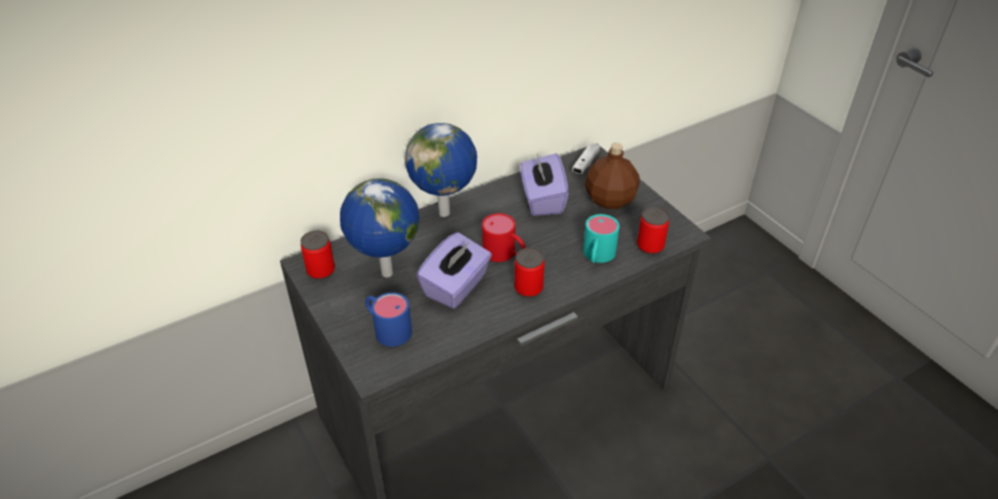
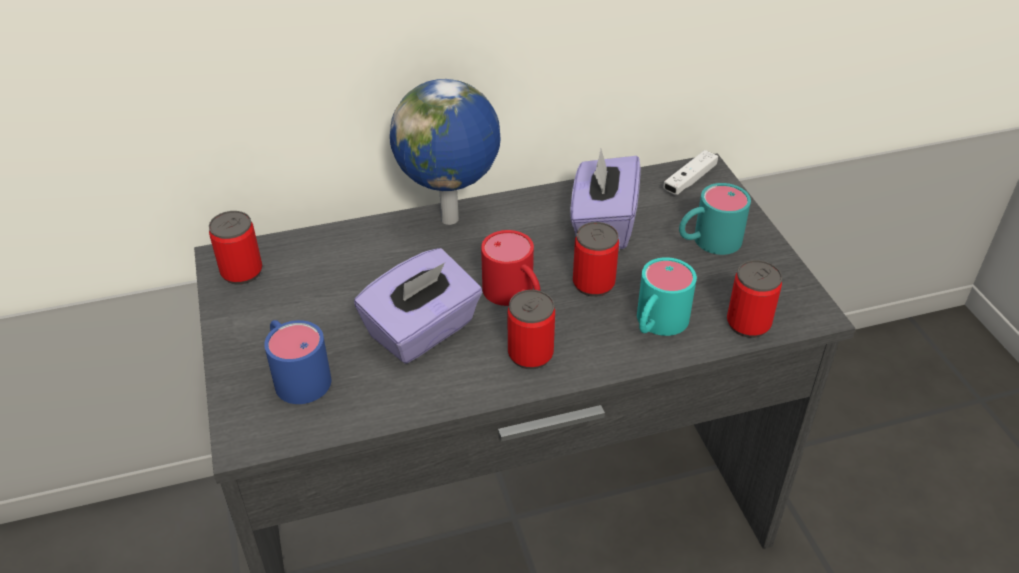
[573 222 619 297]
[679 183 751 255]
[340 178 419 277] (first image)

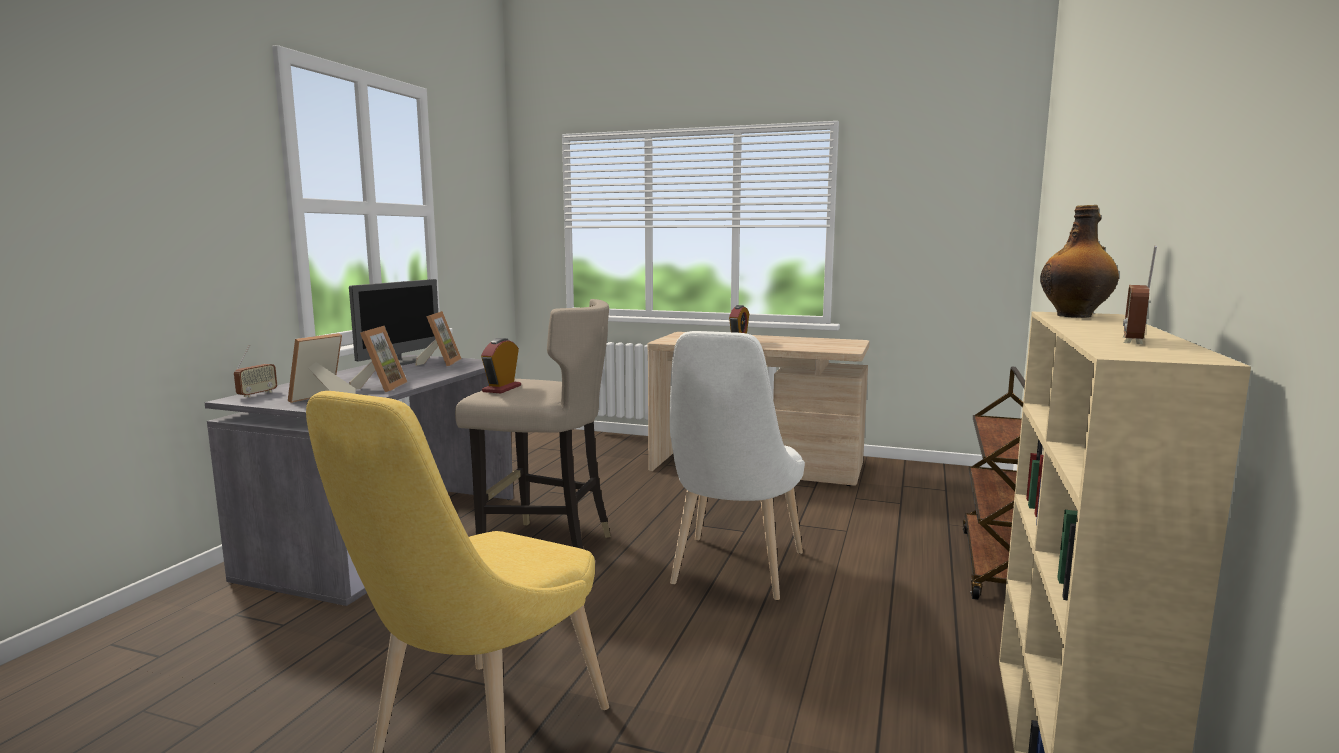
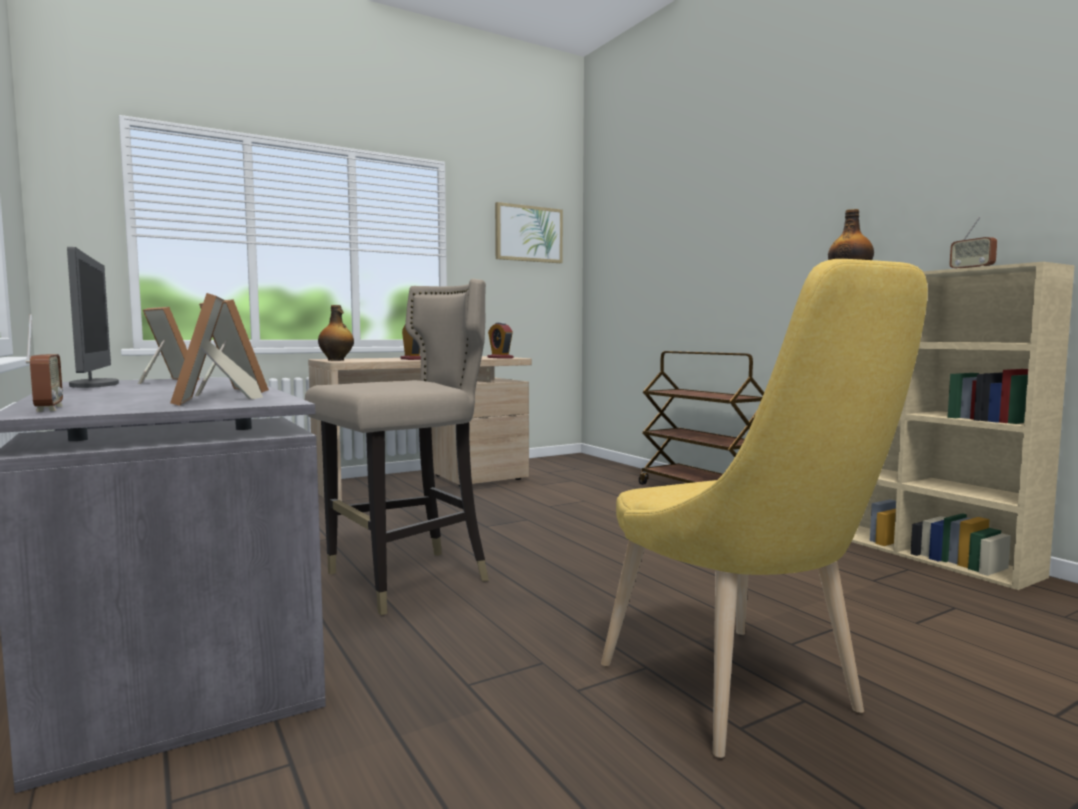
[318 305 354 361]
[487 322 514 359]
[495 202 563 263]
[670 331 805 600] (first image)

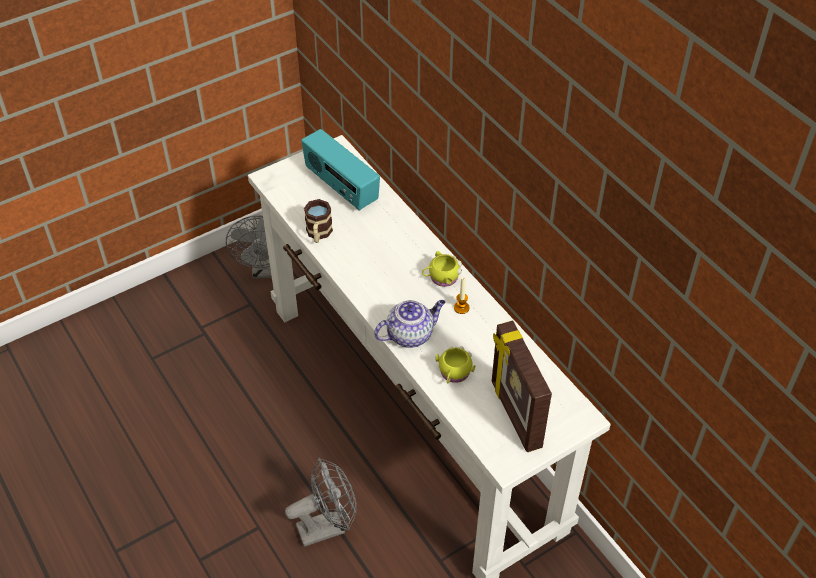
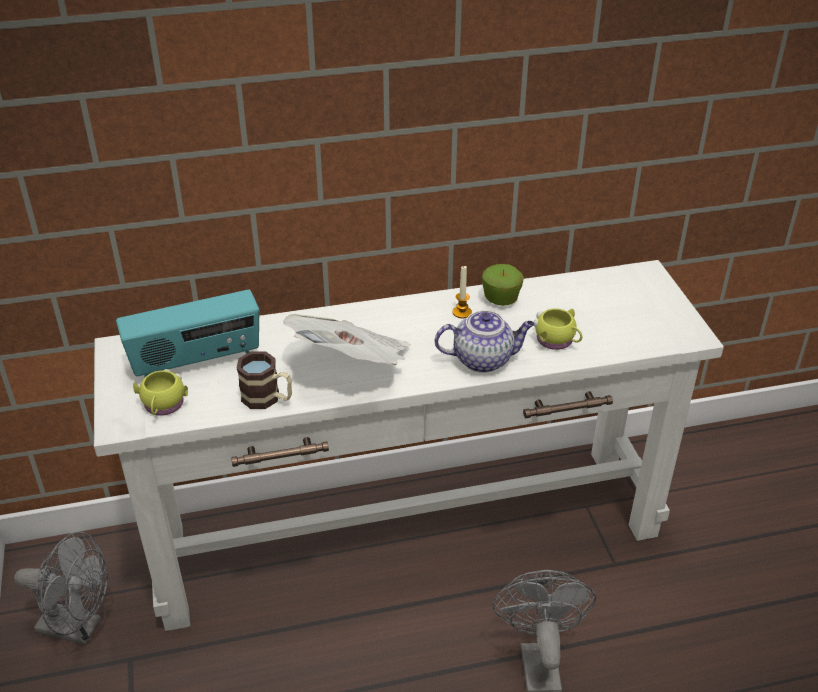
[133 369 188 416]
[283 314 411 365]
[435 311 535 373]
[482 264 524 306]
[492 320 552 452] (first image)

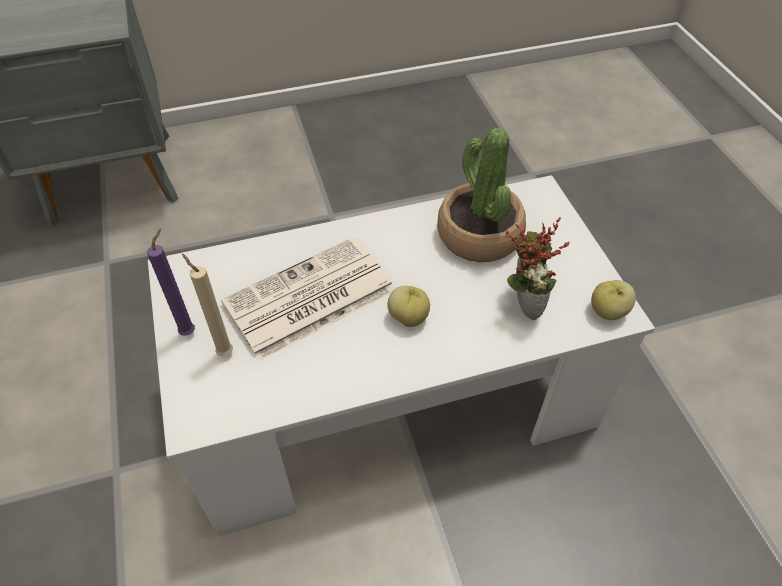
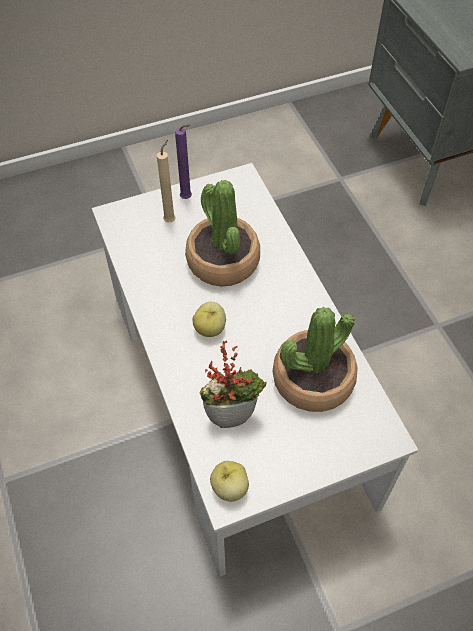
[185 180 260 287]

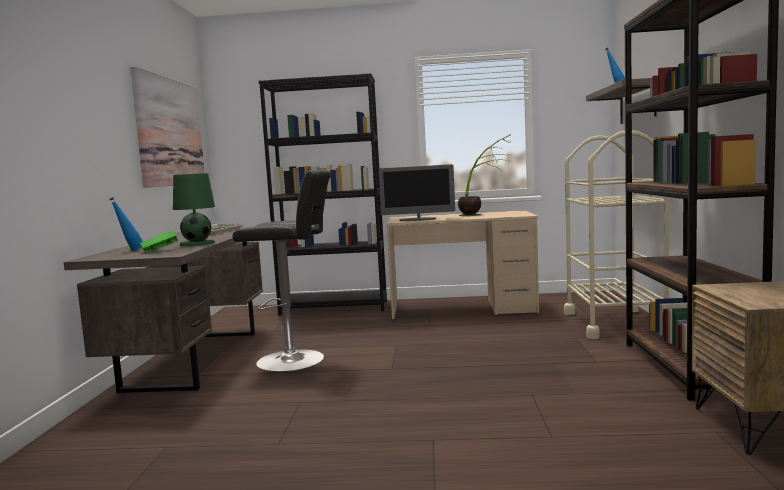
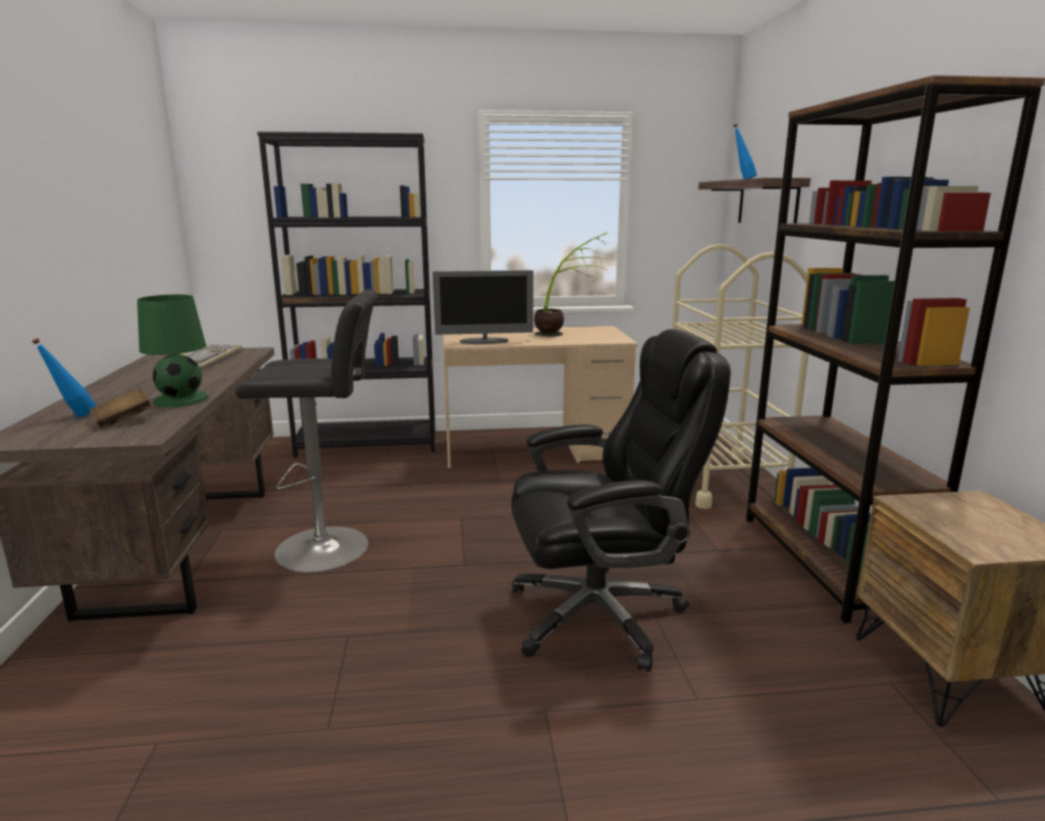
[89 388 153 429]
[511 329 731 672]
[130 66 205 188] (first image)

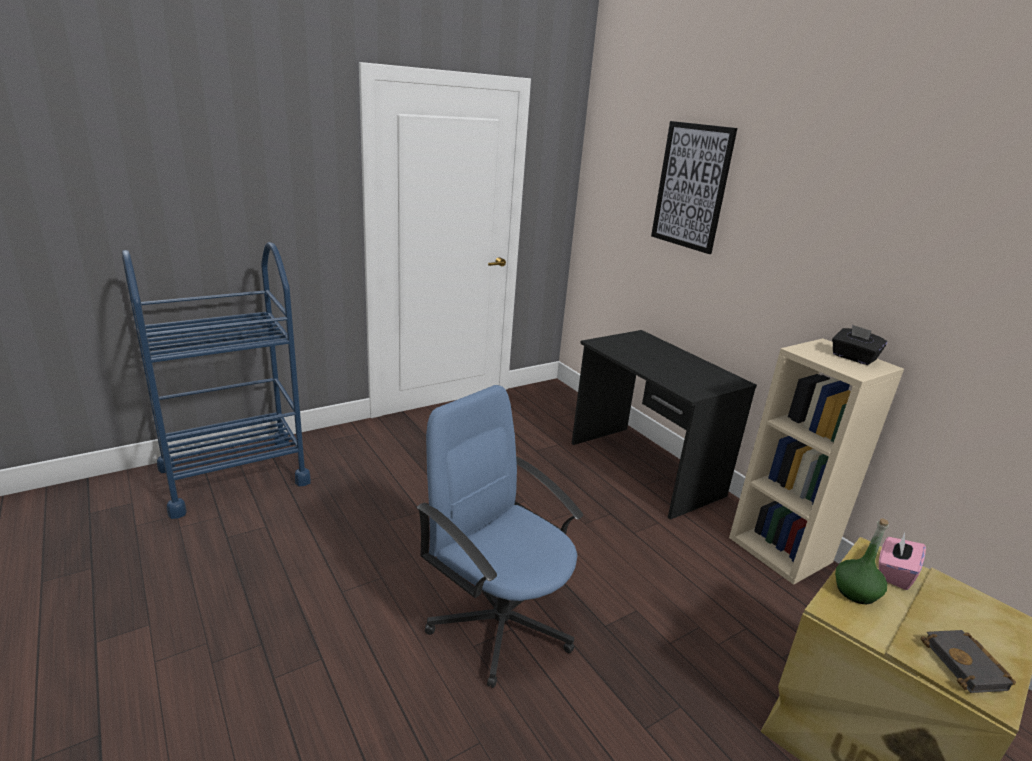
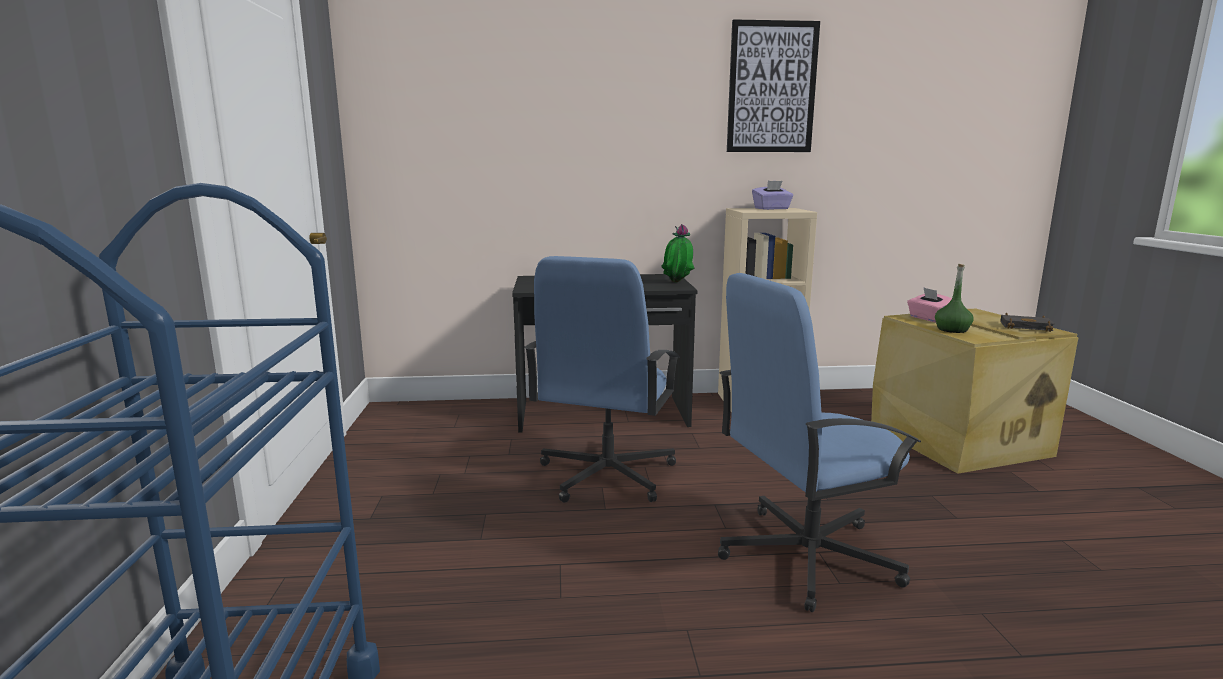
[524 256 680 503]
[661 224 694 282]
[727 19 820 152]
[752 181 793 210]

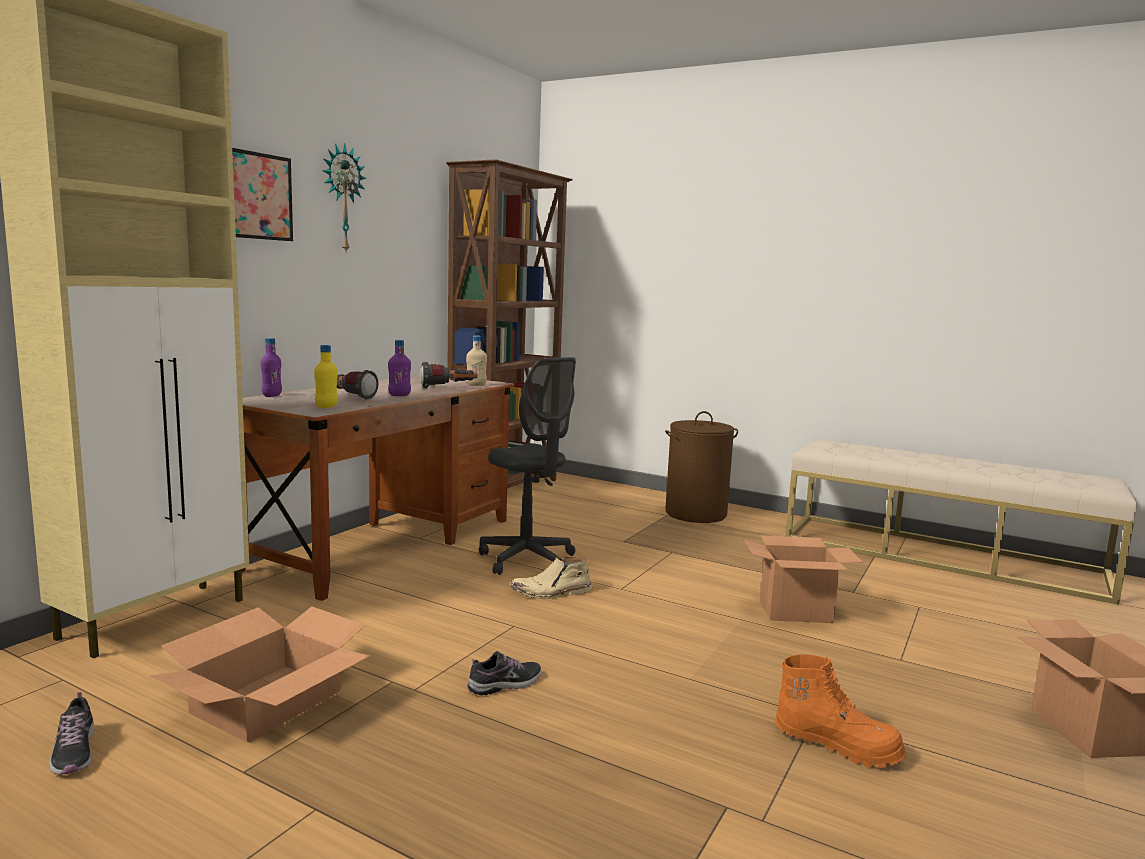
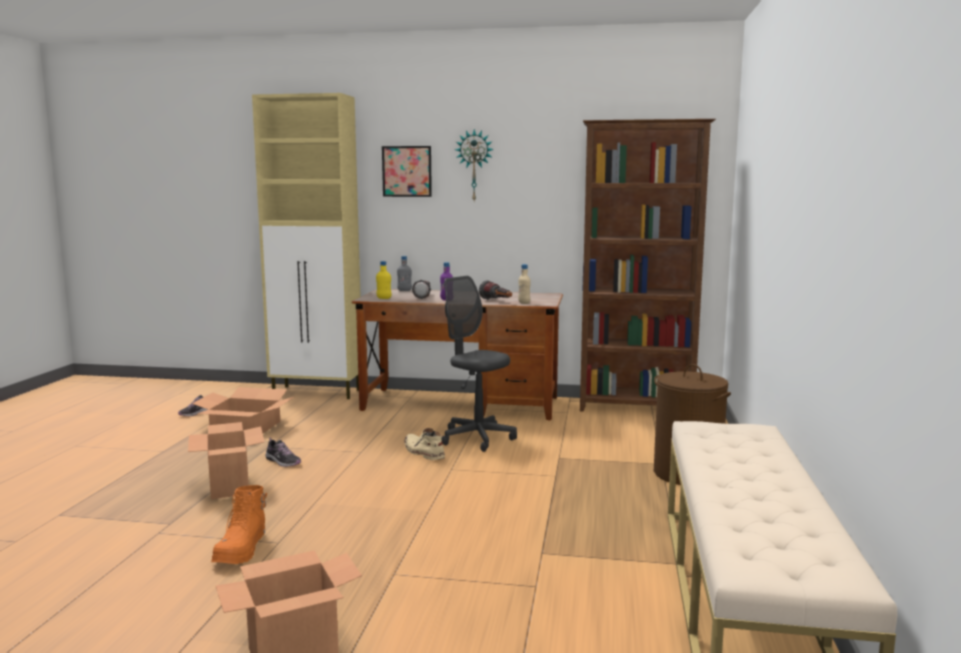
[188 422 264 499]
[397 256 412 291]
[442 276 517 452]

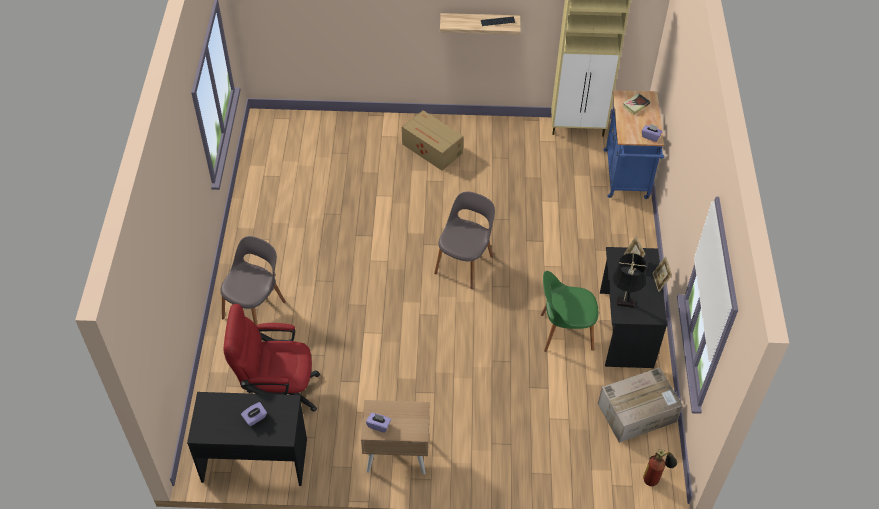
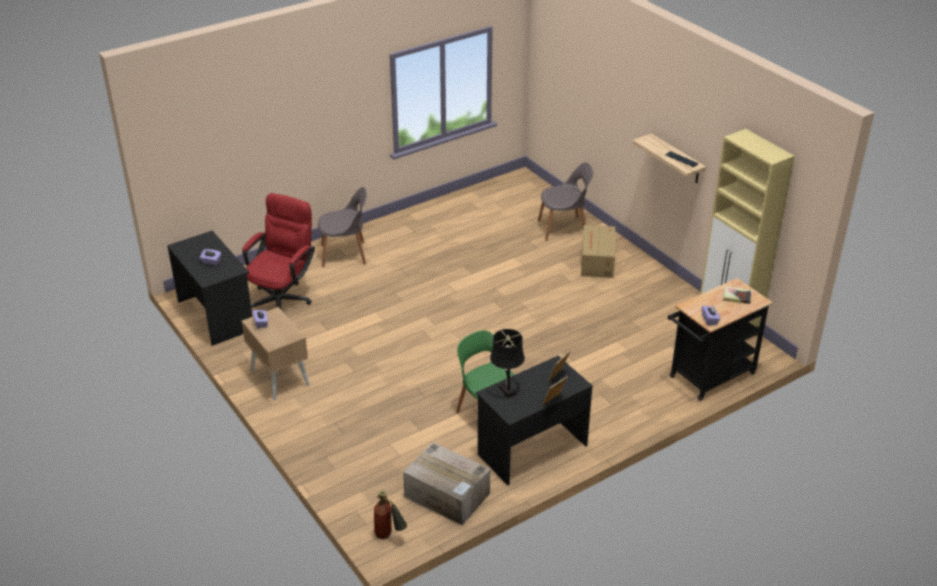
[242 193 315 309]
[538 162 593 241]
[668 278 773 401]

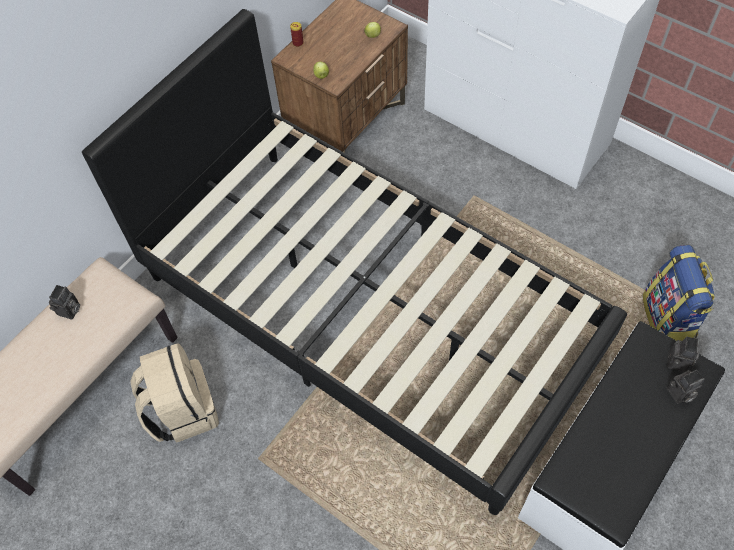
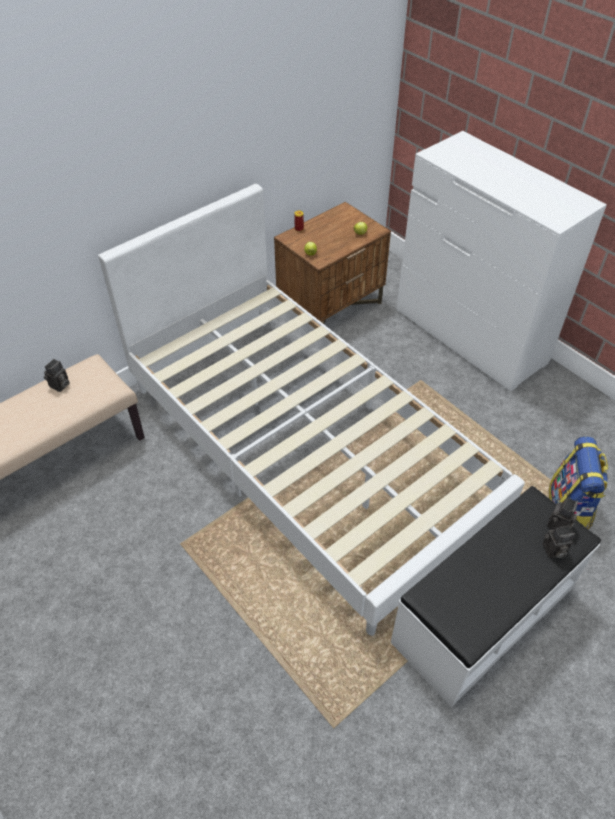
[98 184 525 636]
[130 343 219 443] (first image)

